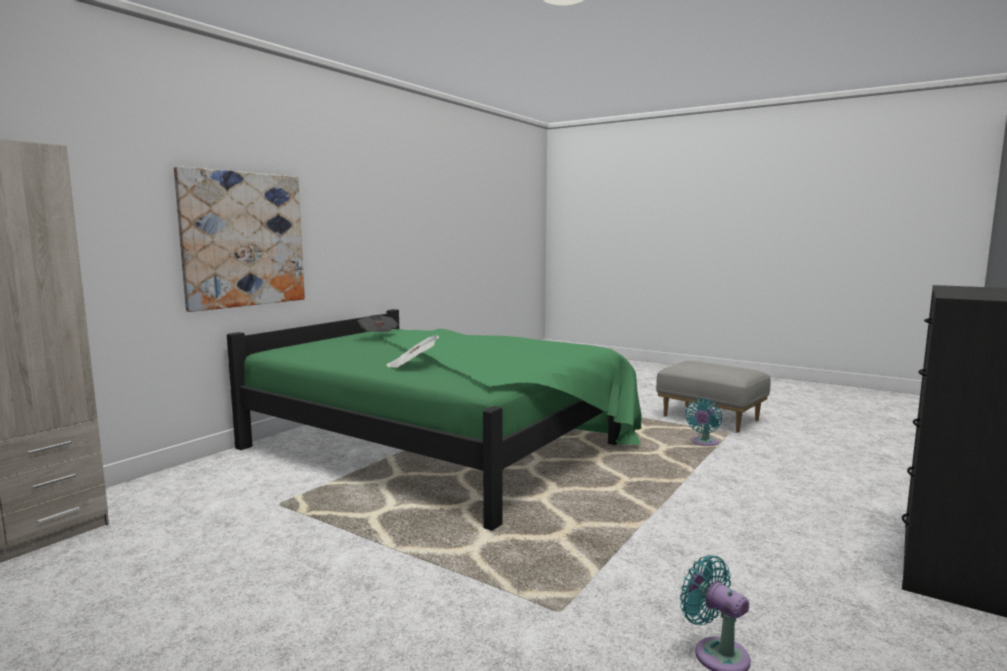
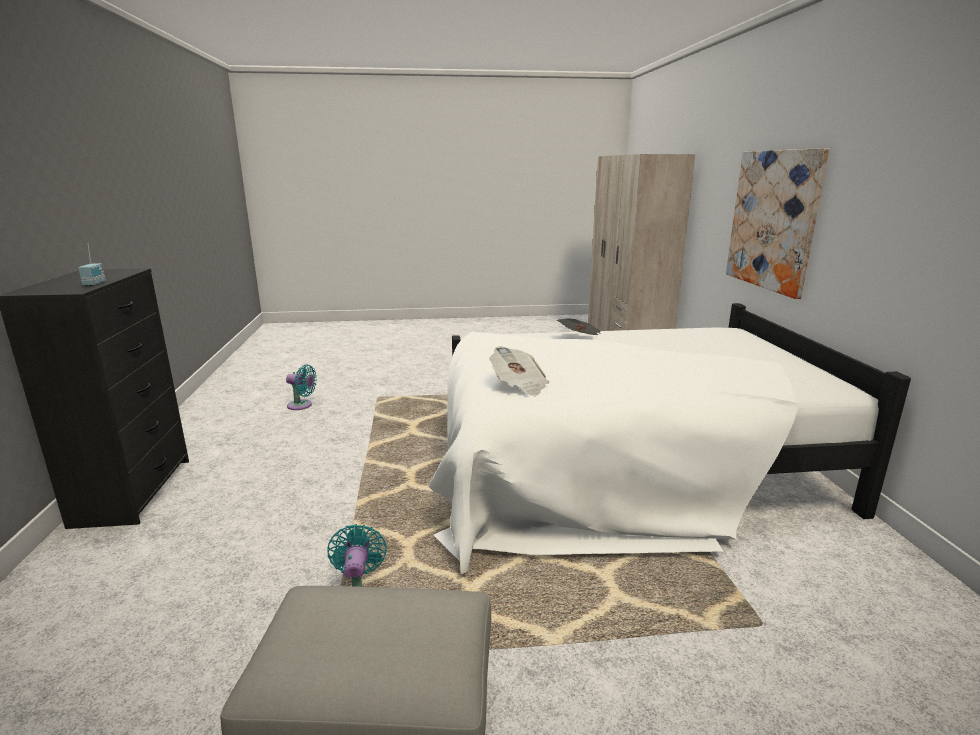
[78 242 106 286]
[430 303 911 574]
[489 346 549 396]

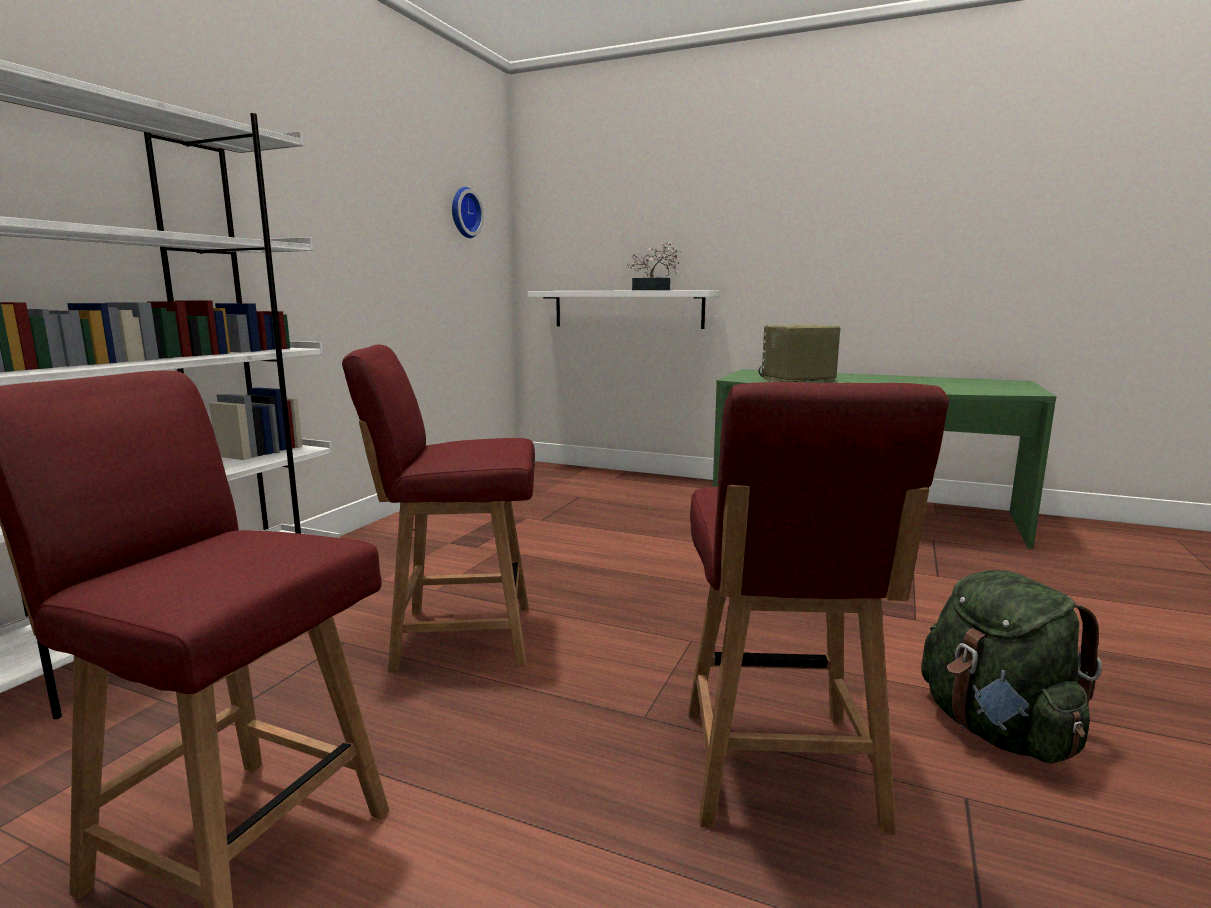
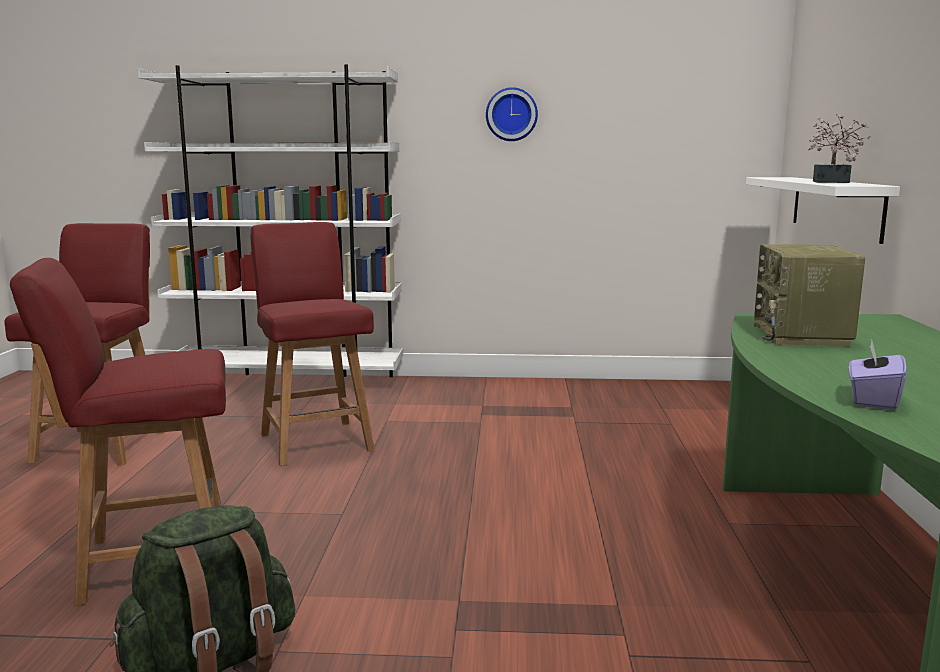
[486 87 538 141]
[754 244 865 347]
[849 340 907 410]

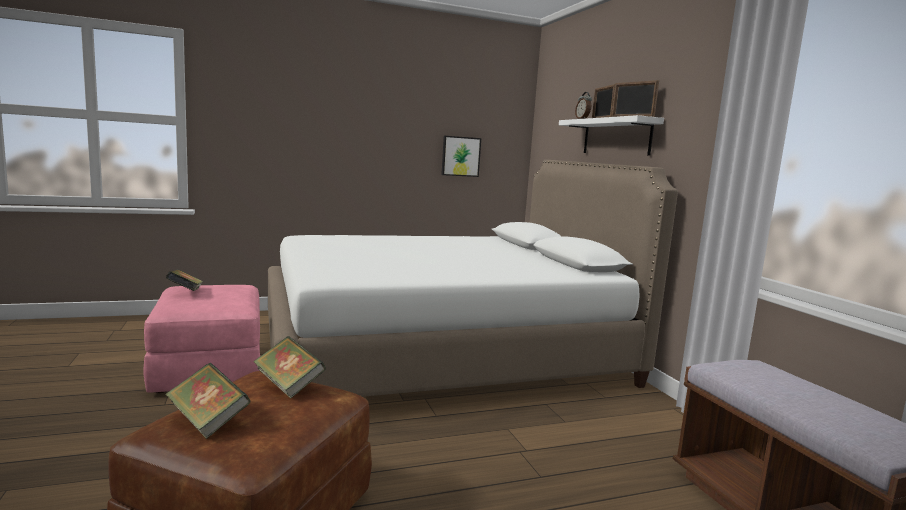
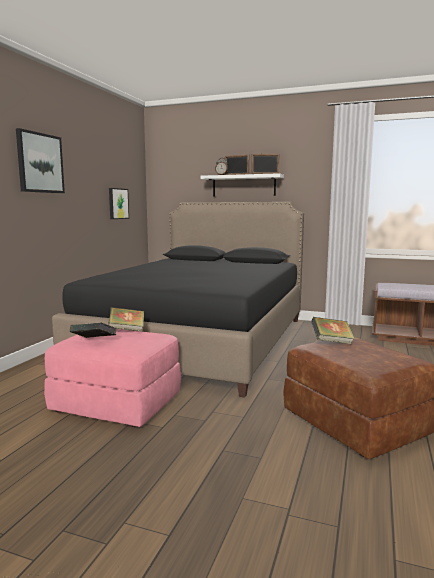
[16 128 65 193]
[52 202 304 397]
[108 307 144 331]

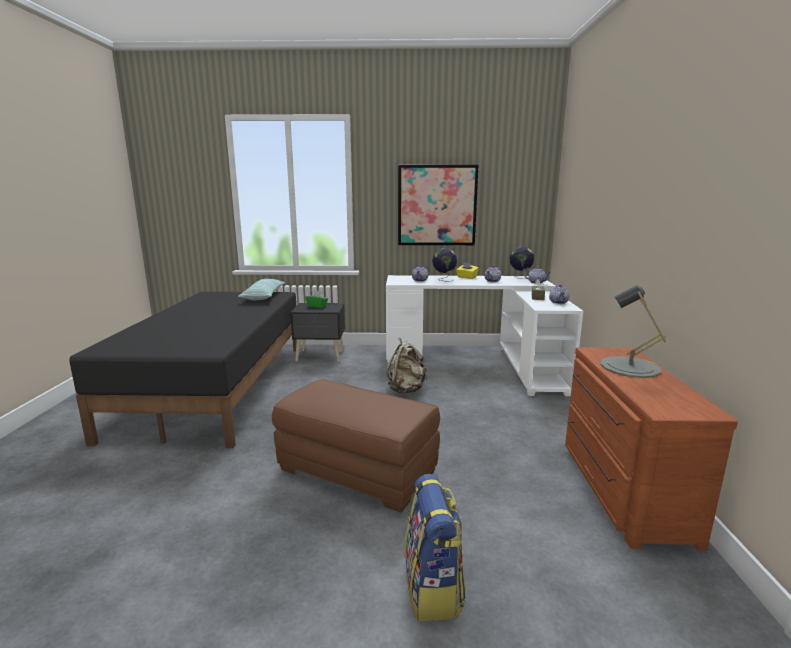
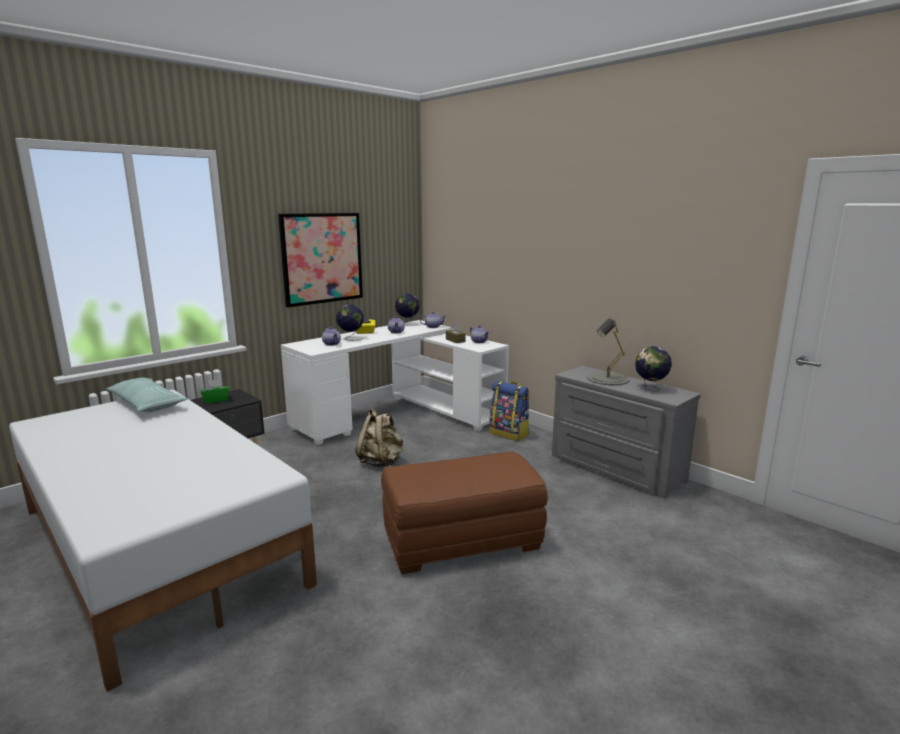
[9 389 317 692]
[489 381 530 441]
[552 366 700 499]
[635 346 672 392]

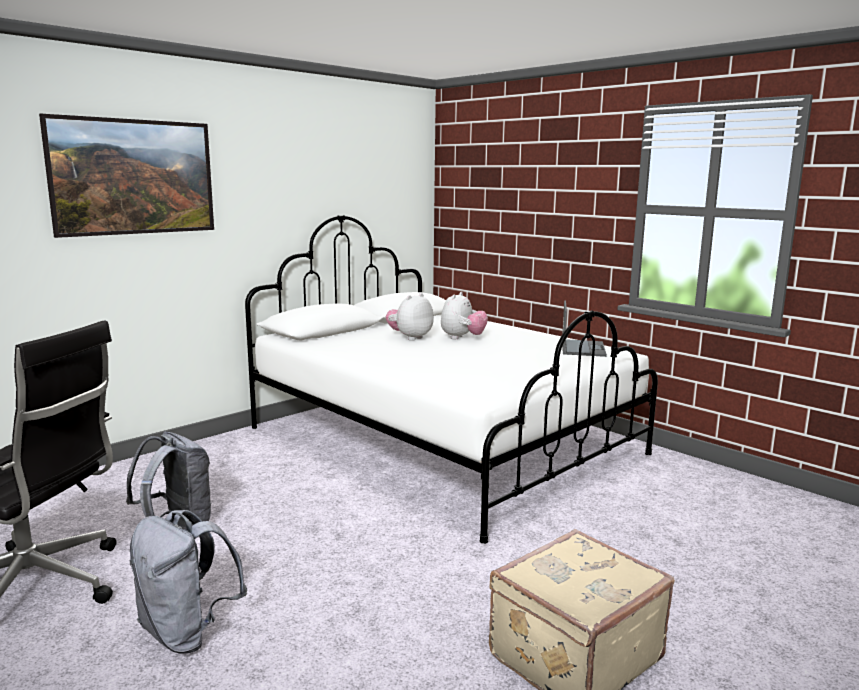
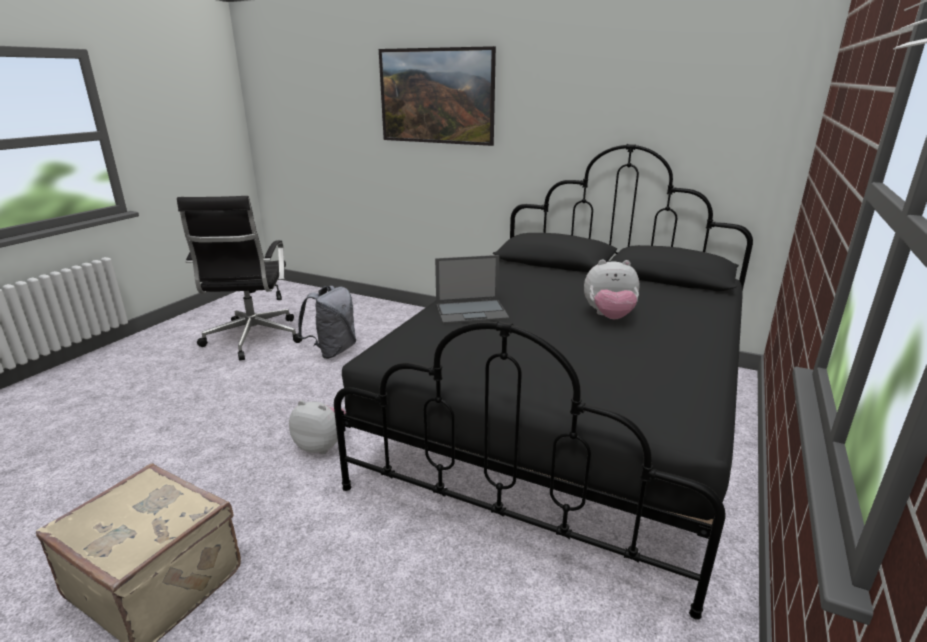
[289 400 346 454]
[334 144 753 620]
[435 255 509 324]
[130 510 247 653] (first image)

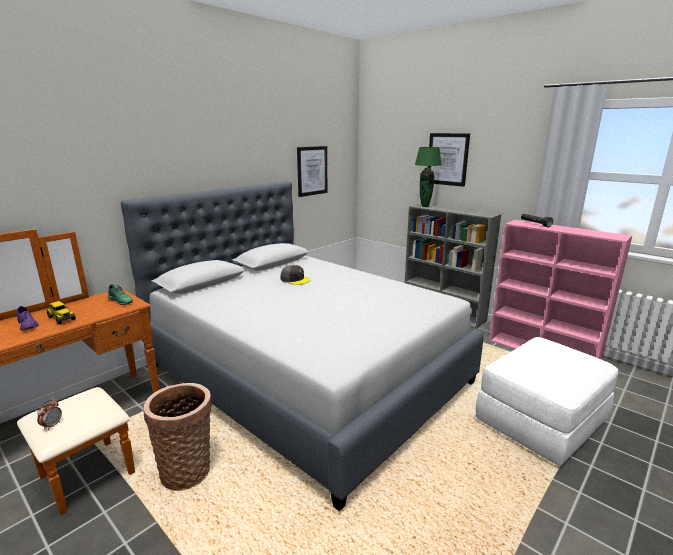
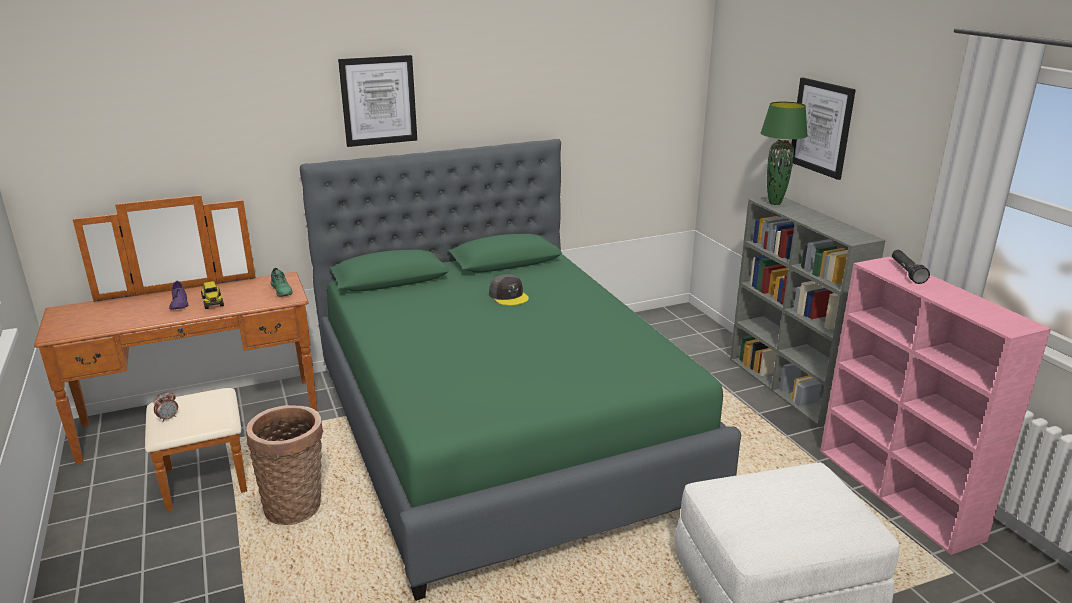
[300 139 741 601]
[338 55 417 147]

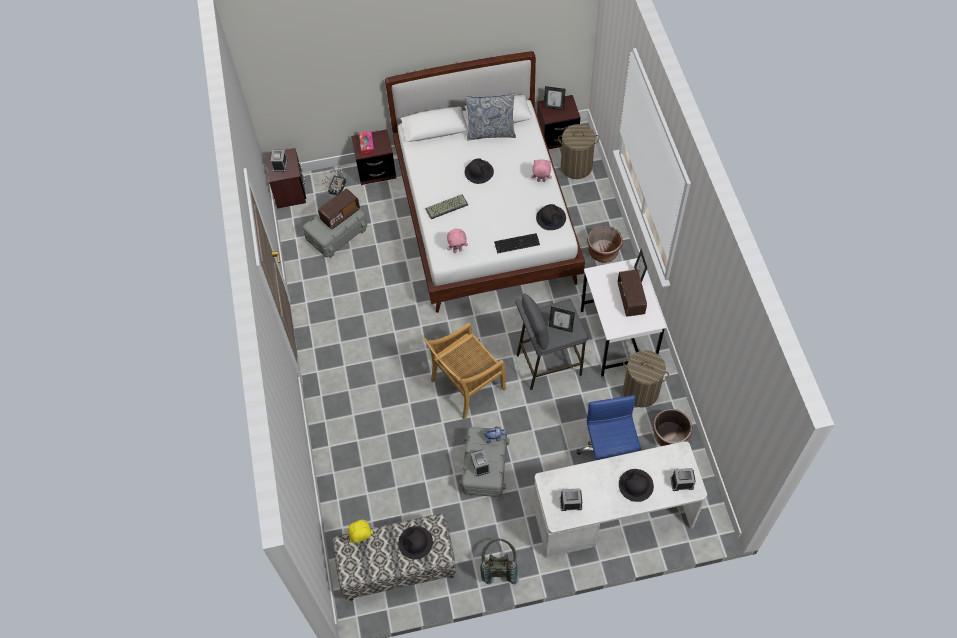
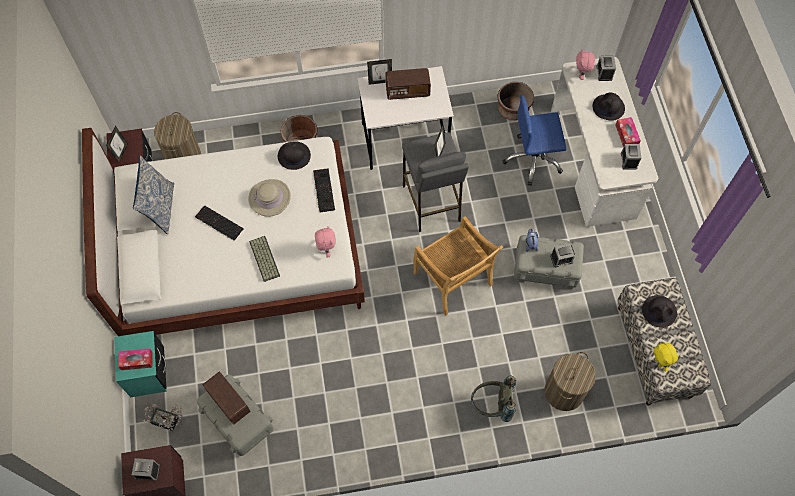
[114 331 167 397]
[195 205 244 241]
[248 179 291 217]
[471 376 516 422]
[545 352 596 411]
[576 49 595 80]
[616 117 641 147]

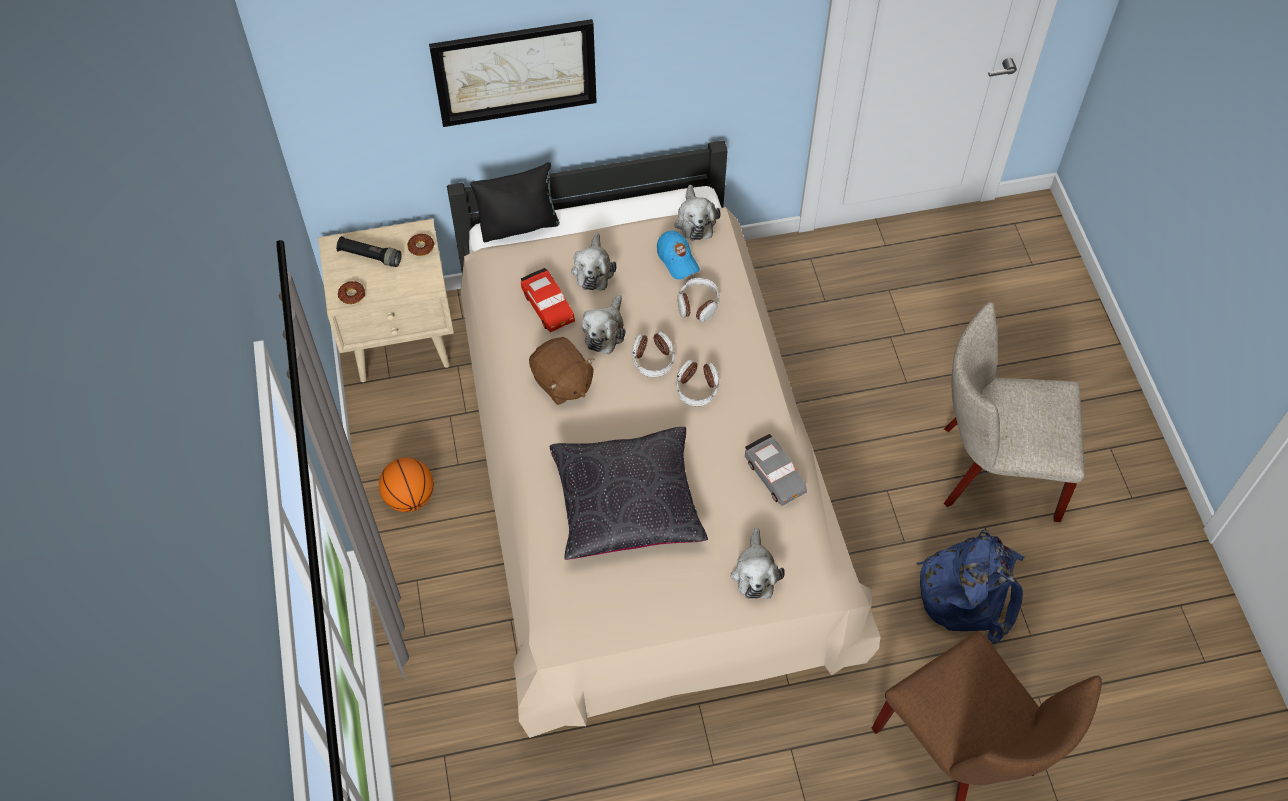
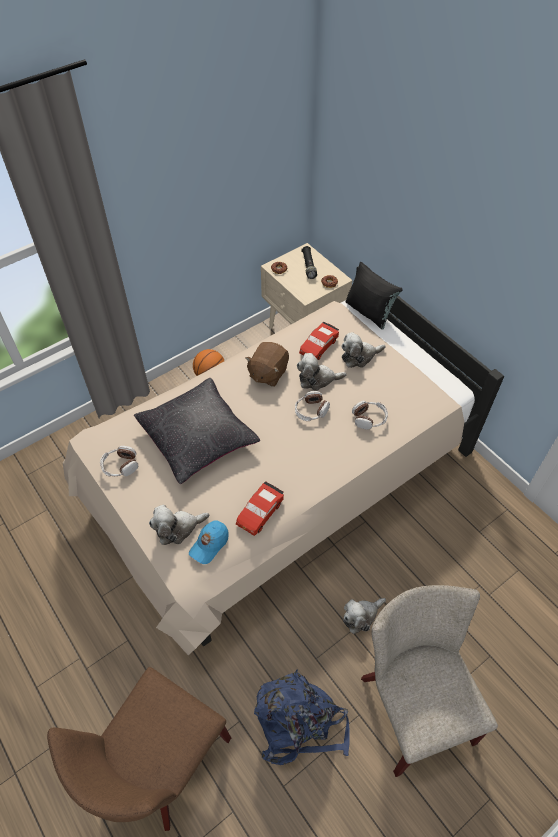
[100 446 138 476]
[189 520 229 564]
[236 482 284 536]
[343 598 386 634]
[429 19 597 127] (first image)

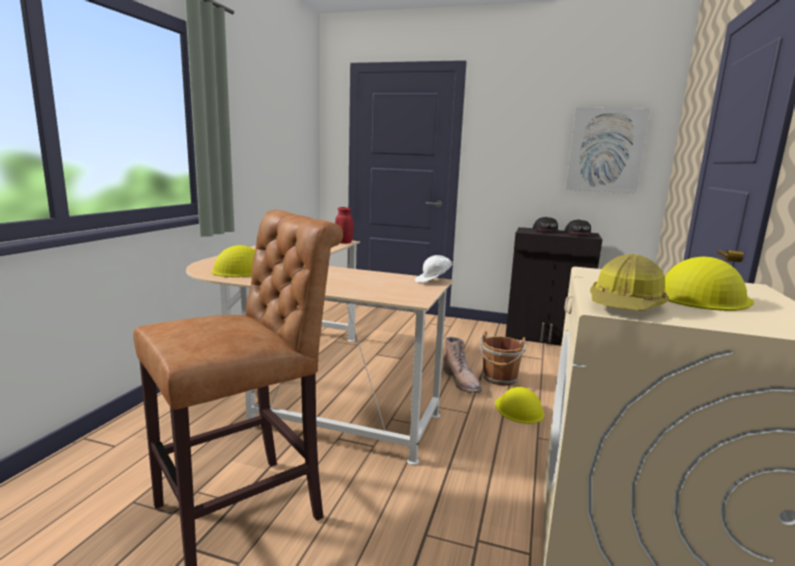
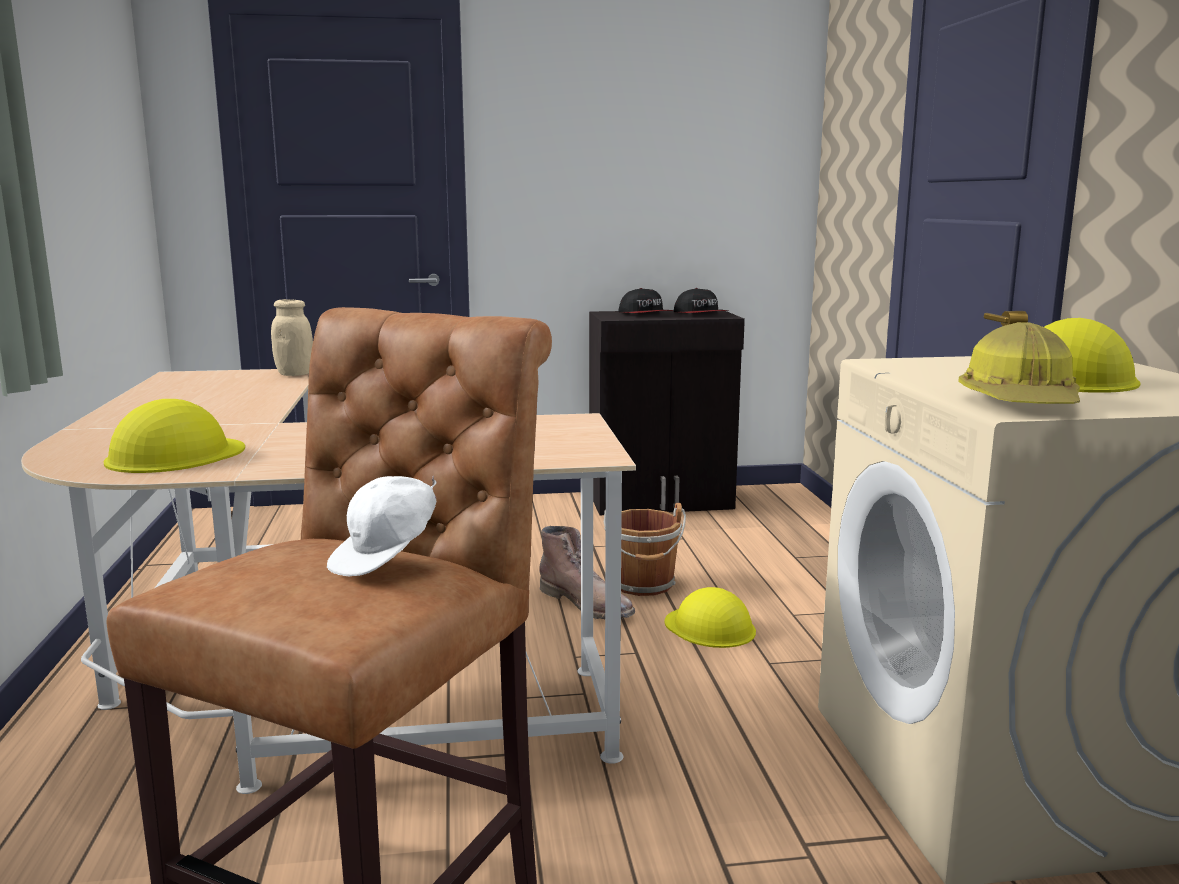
[271 299 313 376]
[327 476 437 576]
[566 108 650 193] (first image)

